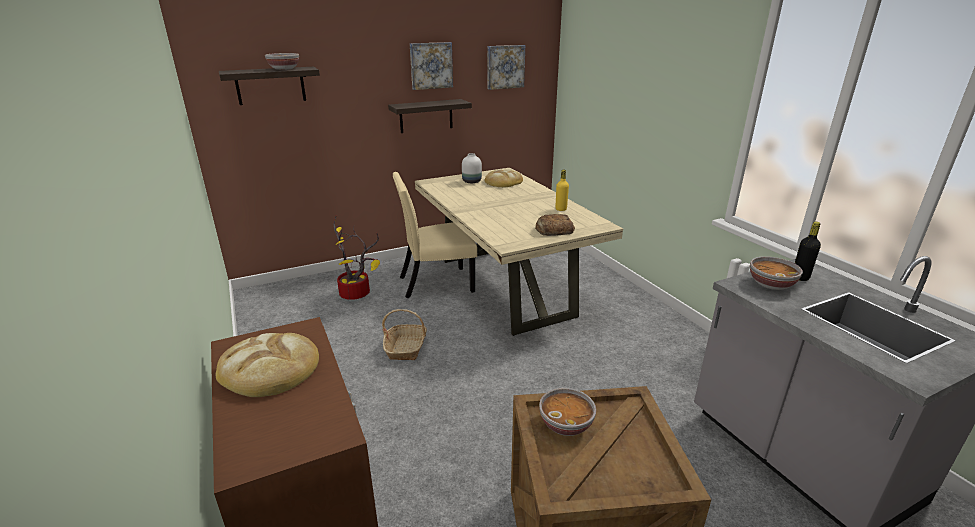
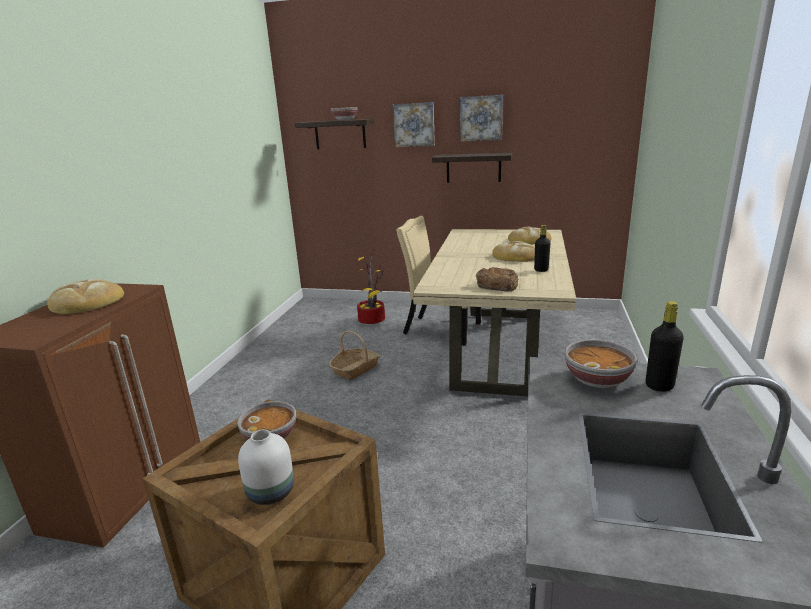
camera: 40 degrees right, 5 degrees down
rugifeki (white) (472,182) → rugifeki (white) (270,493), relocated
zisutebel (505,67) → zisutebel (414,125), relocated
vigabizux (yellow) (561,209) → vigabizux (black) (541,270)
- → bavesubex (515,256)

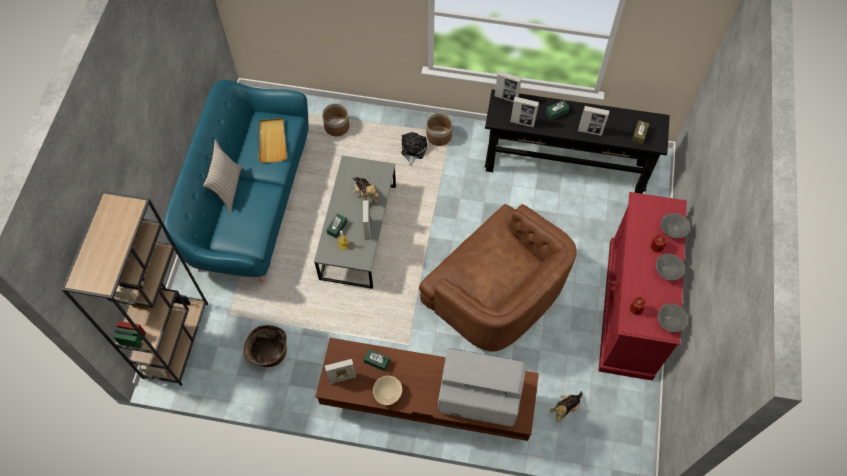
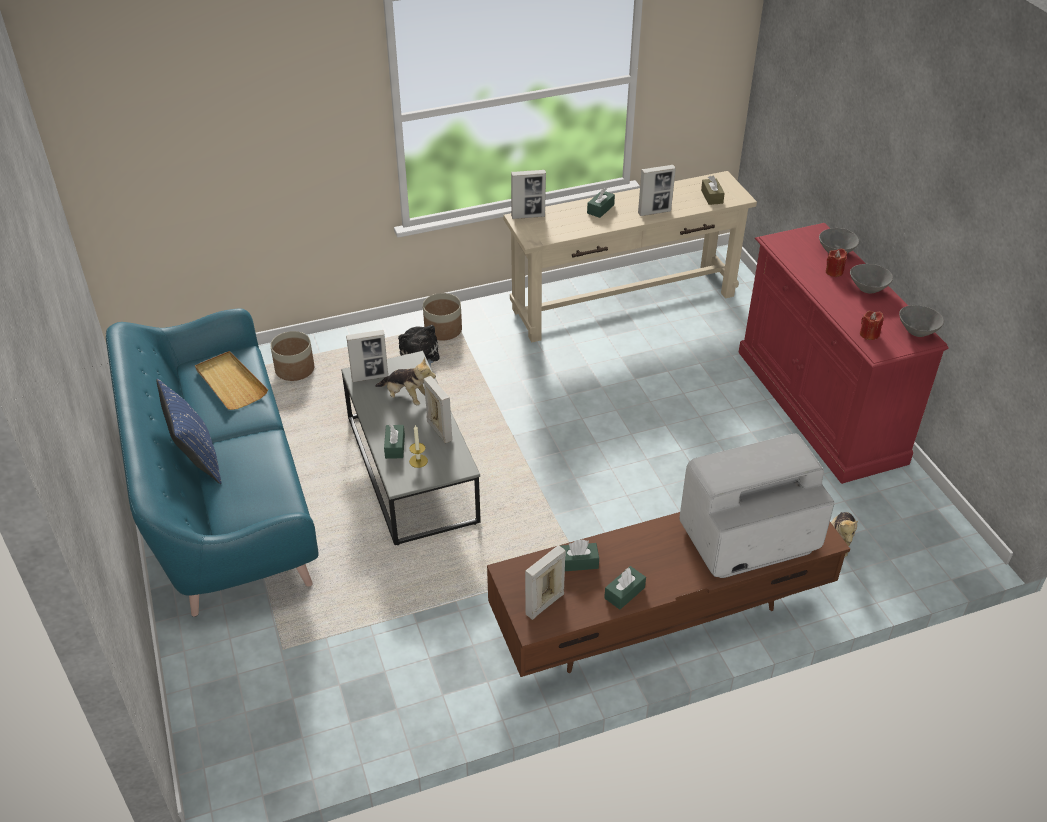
camera: 30 degrees left, 20 degrees down
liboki (175,339) → -
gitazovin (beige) (227,188) → gitazovin (blue) (197,460)
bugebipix (269,355) → -
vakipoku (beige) (387,394) → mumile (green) (624,593)
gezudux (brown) (496,296) → -
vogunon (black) (565,166) → vogunon (beige) (624,302)
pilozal (522,122) → pilozal (370,377), relocated

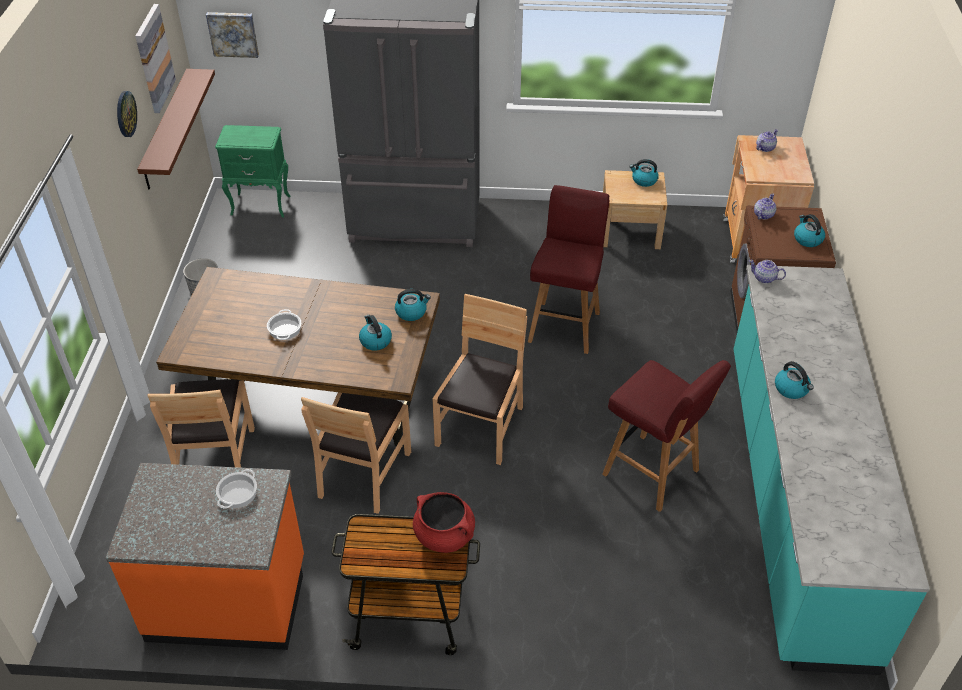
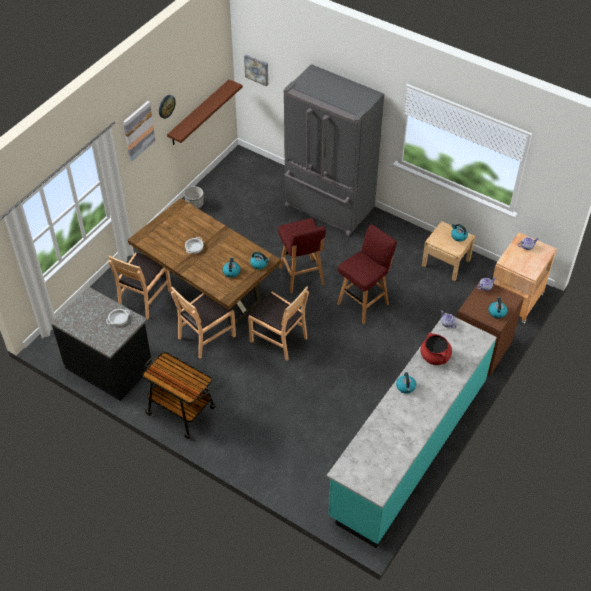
camera: 30 degrees right, 5 degrees up
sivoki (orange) (228,599) → sivoki (black) (110,366)
zisutebel (154,58) → zisutebel (138,130), relocated
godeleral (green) (261,205) → -
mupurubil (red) (445,535) → mupurubil (red) (435,357), relocated
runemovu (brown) (481,427) → runemovu (brown) (278,338), 75 degrees clockwise
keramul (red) (652,474) → keramul (red) (302,276), relocated

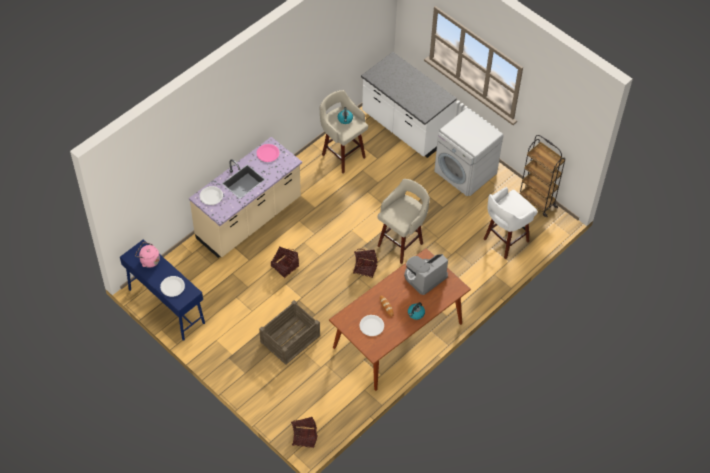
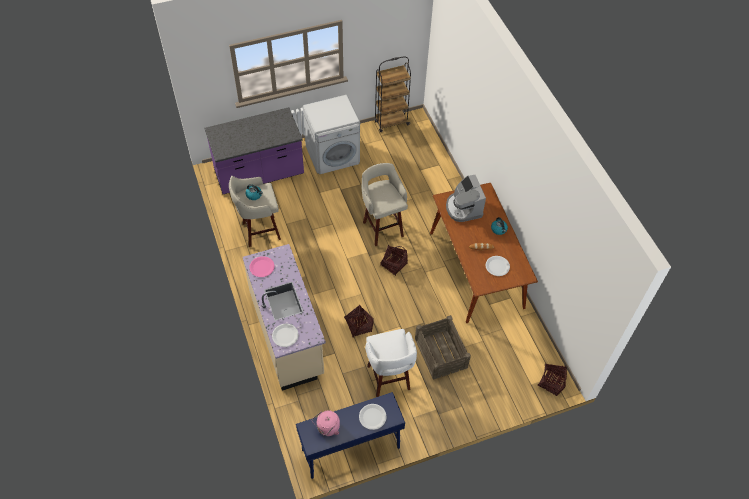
camera: 65 degrees left, 0 degrees up
sivoki (white) (405,127) → sivoki (purple) (259,174)
keramul (white) (504,241) → keramul (white) (389,380), relocated

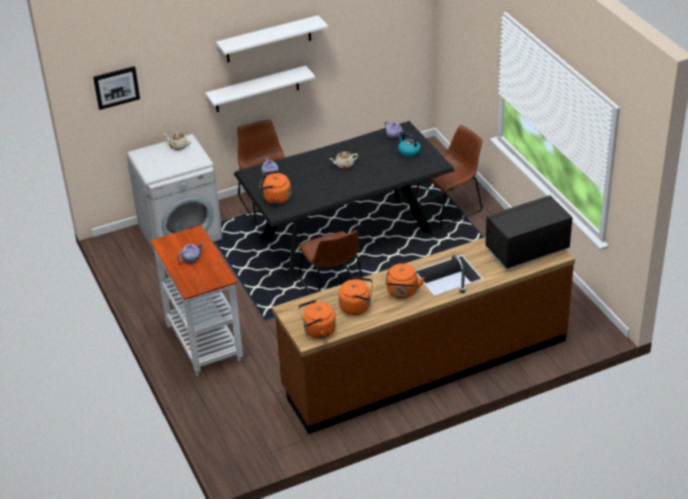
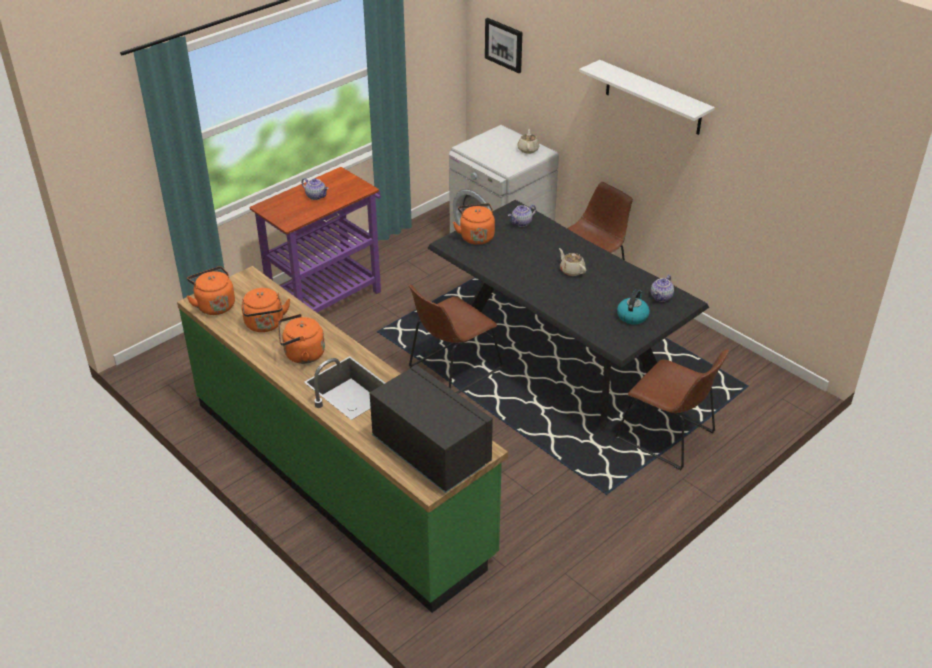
camera: 70 degrees right, 0 degrees up
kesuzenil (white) (203,342) → kesuzenil (purple) (327,299)
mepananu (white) (257,89) → -
sivoki (brown) (425,364) → sivoki (green) (339,477)

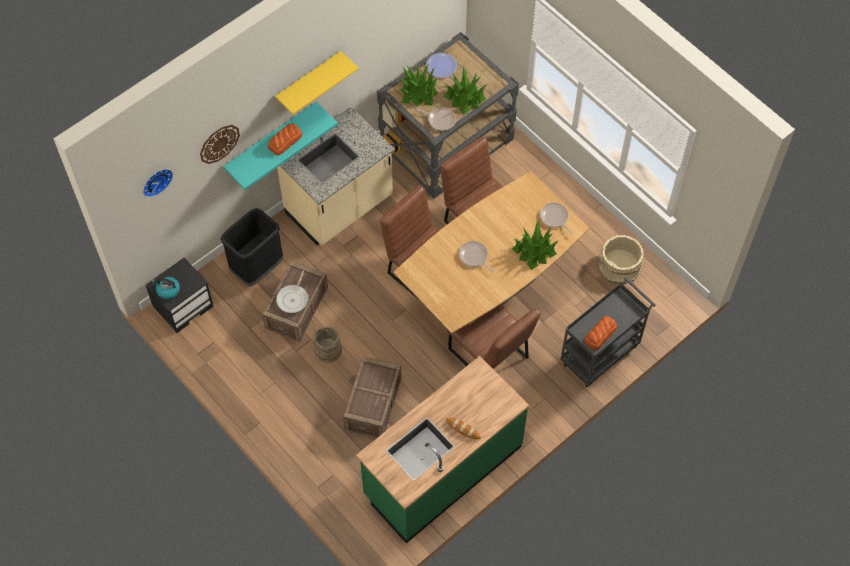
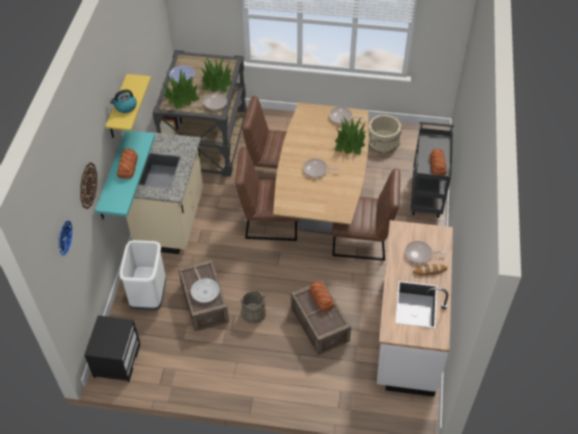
camera: 40 degrees left, 10 degrees down
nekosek (168,290) → nekosek (125,107), relocated
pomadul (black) (257,268) → pomadul (white) (149,297)
sivoki (green) (442,470) → sivoki (white) (407,332)
- → bavesubex (321,298)
- → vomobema (420,254)

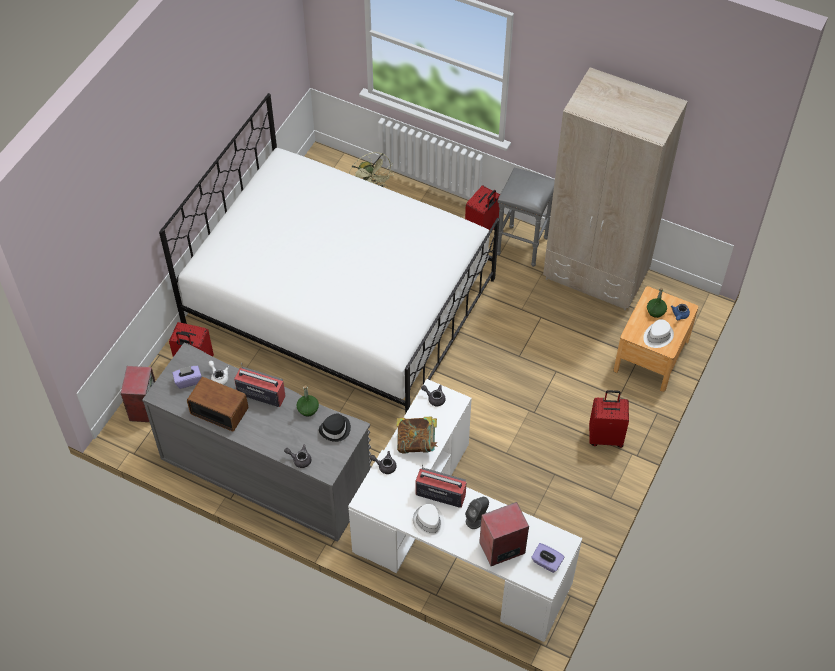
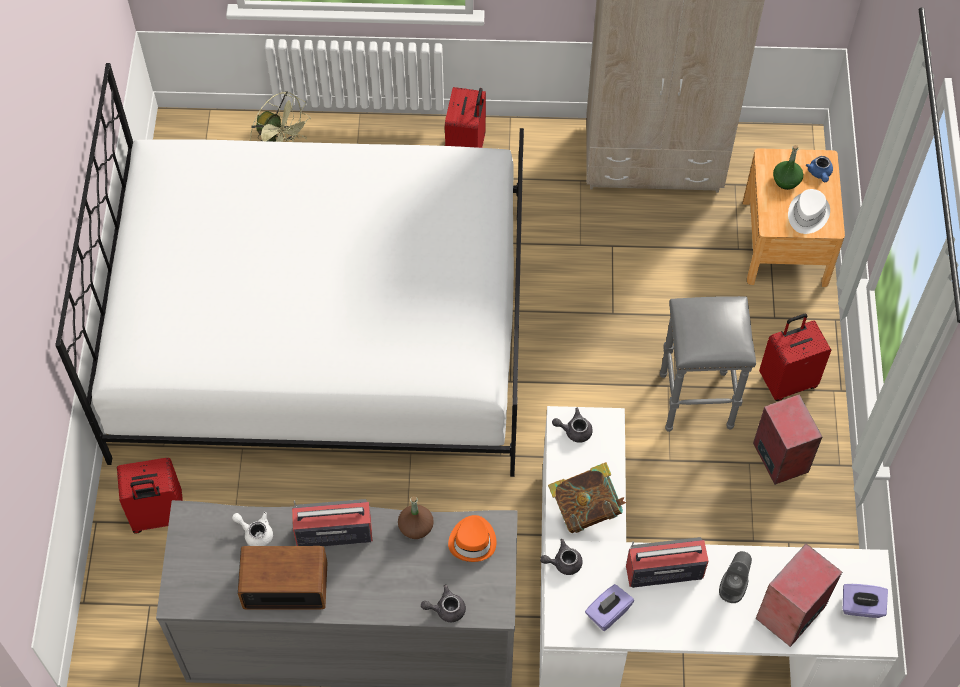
camera: 25 degrees left, 5 degrees up
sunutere (144,407) → sunutere (779,457), relocated
mumile (purple) (188,381) → mumile (purple) (608,612), relocated
vigabizux (green) (308,409) → vigabizux (brown) (415,527)
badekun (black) (335,429) → badekun (orange) (473,541)
badekun (white) (429,522) → -
keramul (grey) (523,245) → keramul (grey) (697,399), relocated

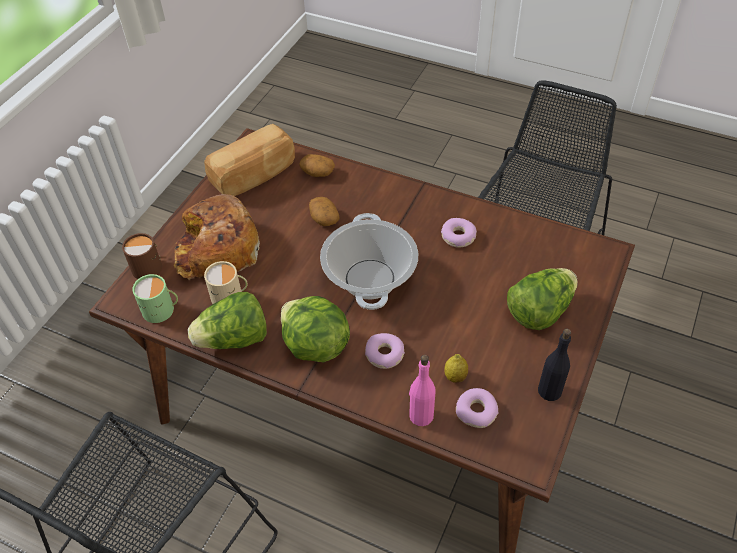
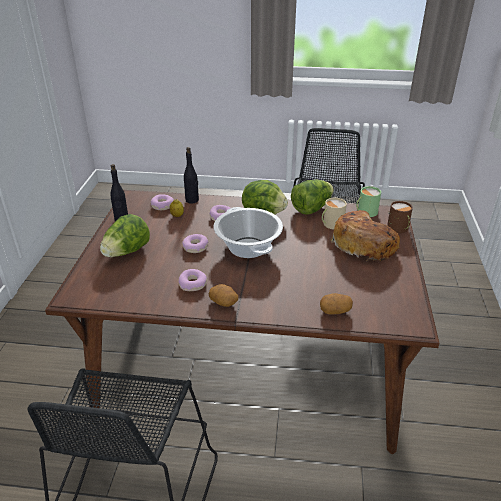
camera: 160 degrees right, 15 degrees down
bavesubex (254,175) → -
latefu (324,218) → latefu (224,302), relocated
vigabizux (pink) (421,415) → vigabizux (black) (192,200)
- → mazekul (195,247)

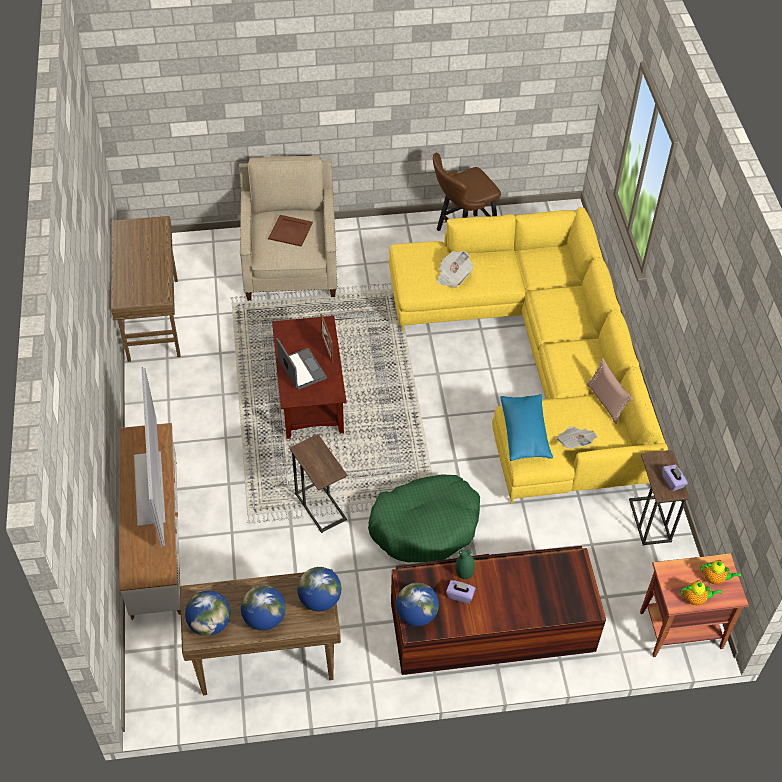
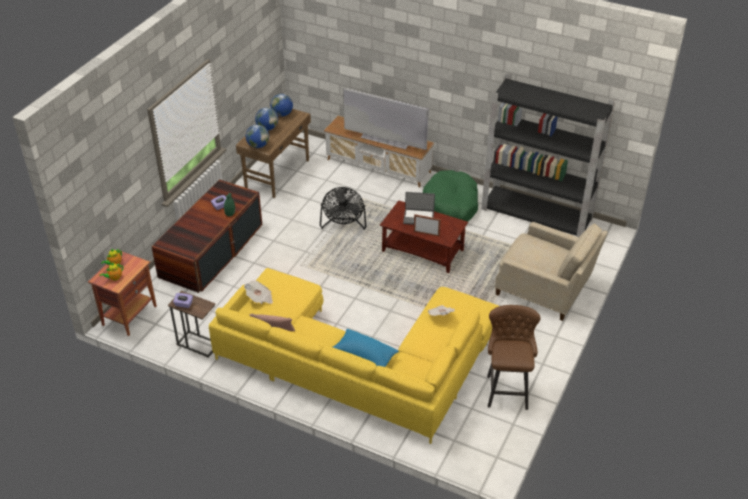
camera: 125 degrees right, 10 degrees down
vogunon (brown) (153,319) → liboki (black) (536,214)
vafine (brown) (290,230) → -
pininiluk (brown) (320,506) → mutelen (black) (342,223)
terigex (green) (425,525) → terigex (green) (450,205), relocated
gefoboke (416,614) → -
gitazovin (blue) (525,434) → gitazovin (blue) (364,356), relocated

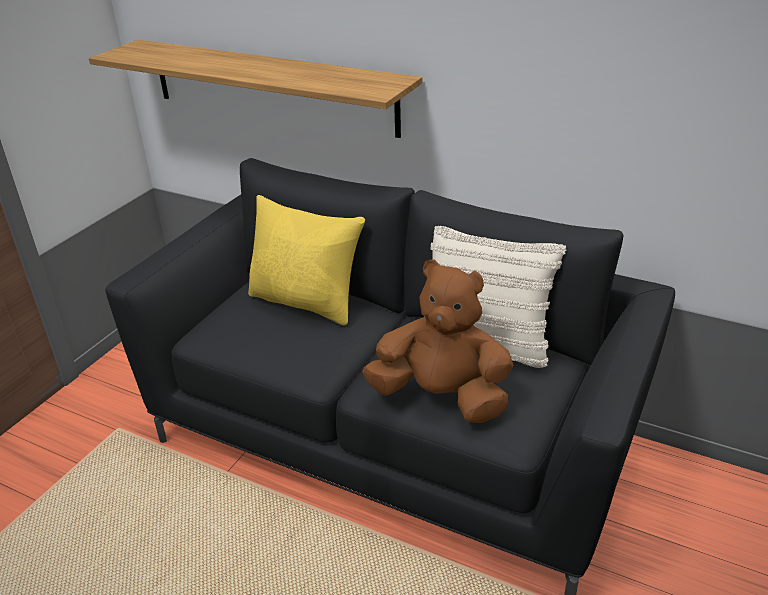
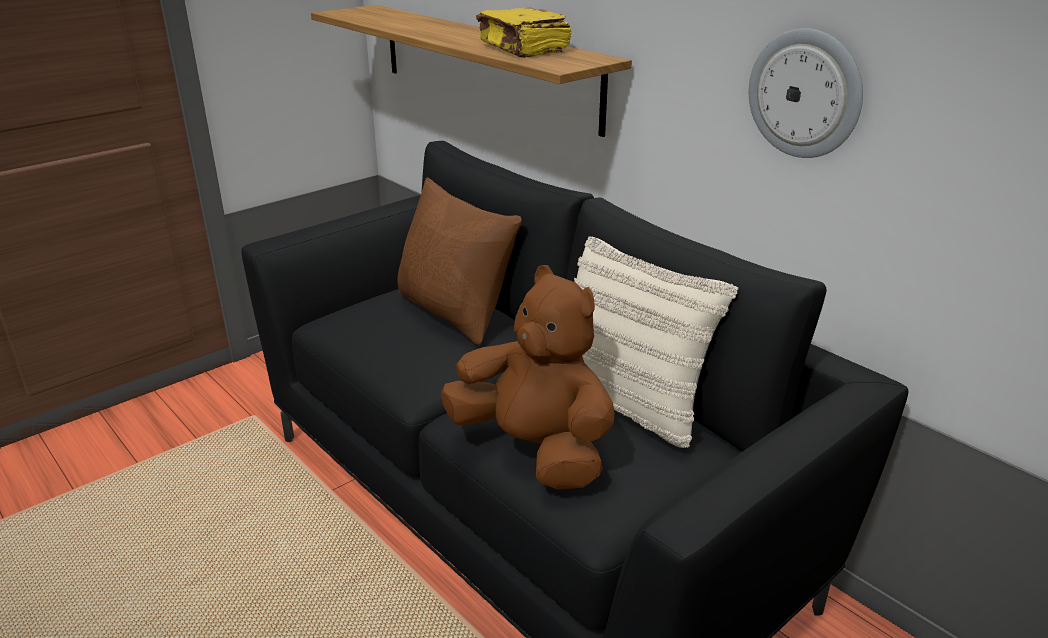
camera: 20 degrees right, 5 degrees down
gitazovin (yellow) (306,302) → gitazovin (brown) (454,312)
- → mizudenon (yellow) (523,48)
- → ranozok (805,94)

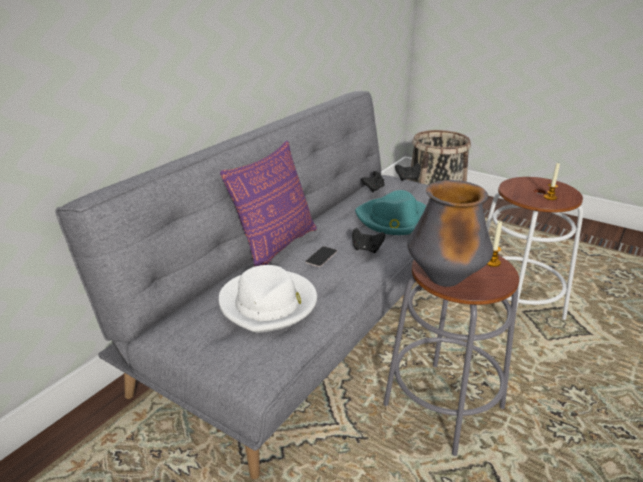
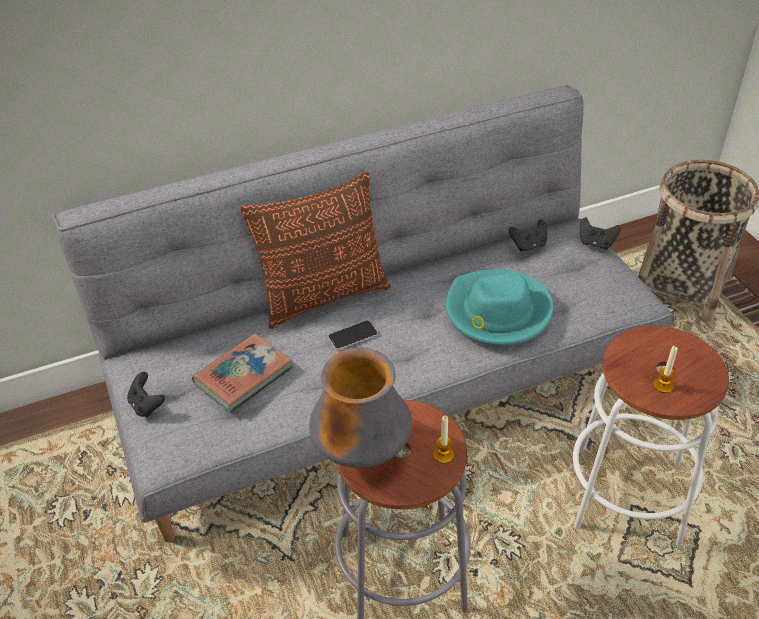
camera: 35 degrees right, 15 degrees up
badekun (white) (269,303) → mizudenon (243,376)
gitazovin (purple) (276,247) → gitazovin (brown) (324,297)
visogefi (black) (366,249) → visogefi (black) (147,405), relocated

